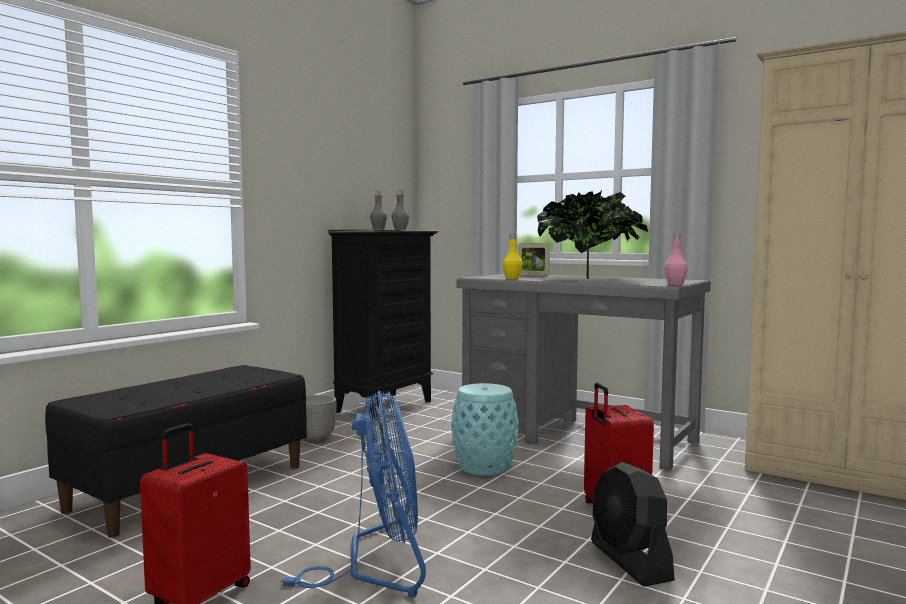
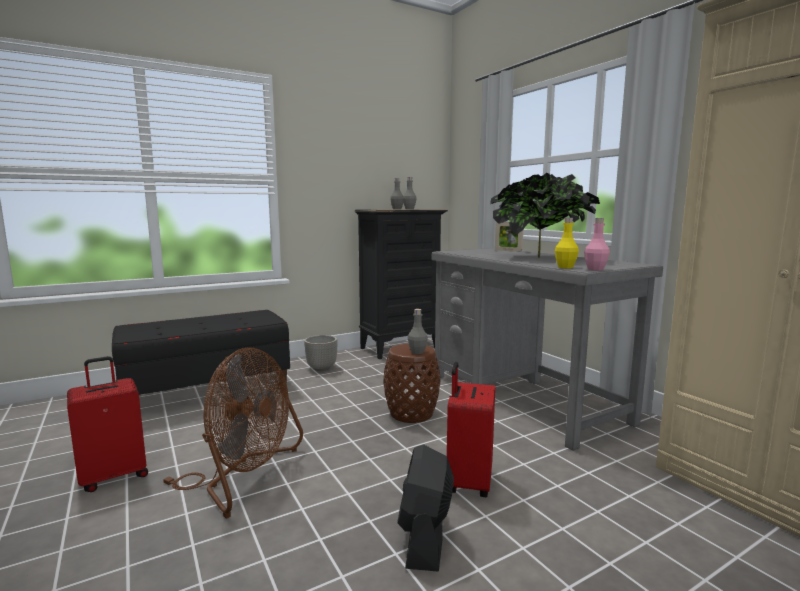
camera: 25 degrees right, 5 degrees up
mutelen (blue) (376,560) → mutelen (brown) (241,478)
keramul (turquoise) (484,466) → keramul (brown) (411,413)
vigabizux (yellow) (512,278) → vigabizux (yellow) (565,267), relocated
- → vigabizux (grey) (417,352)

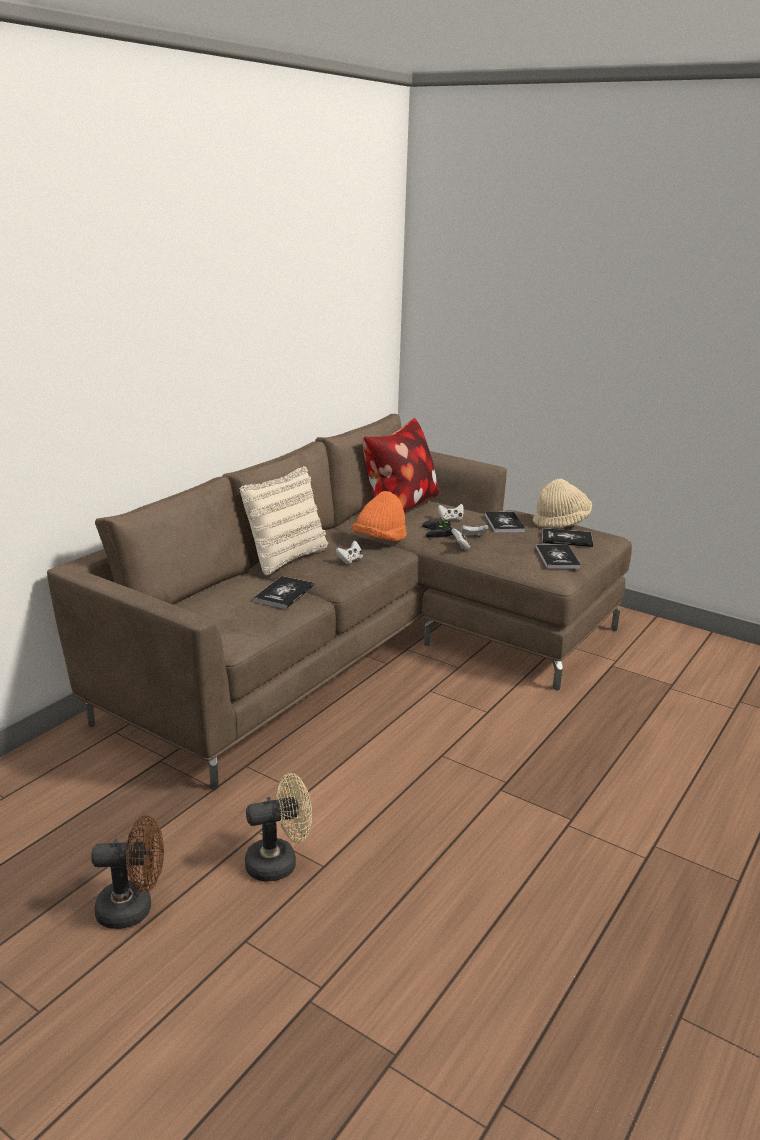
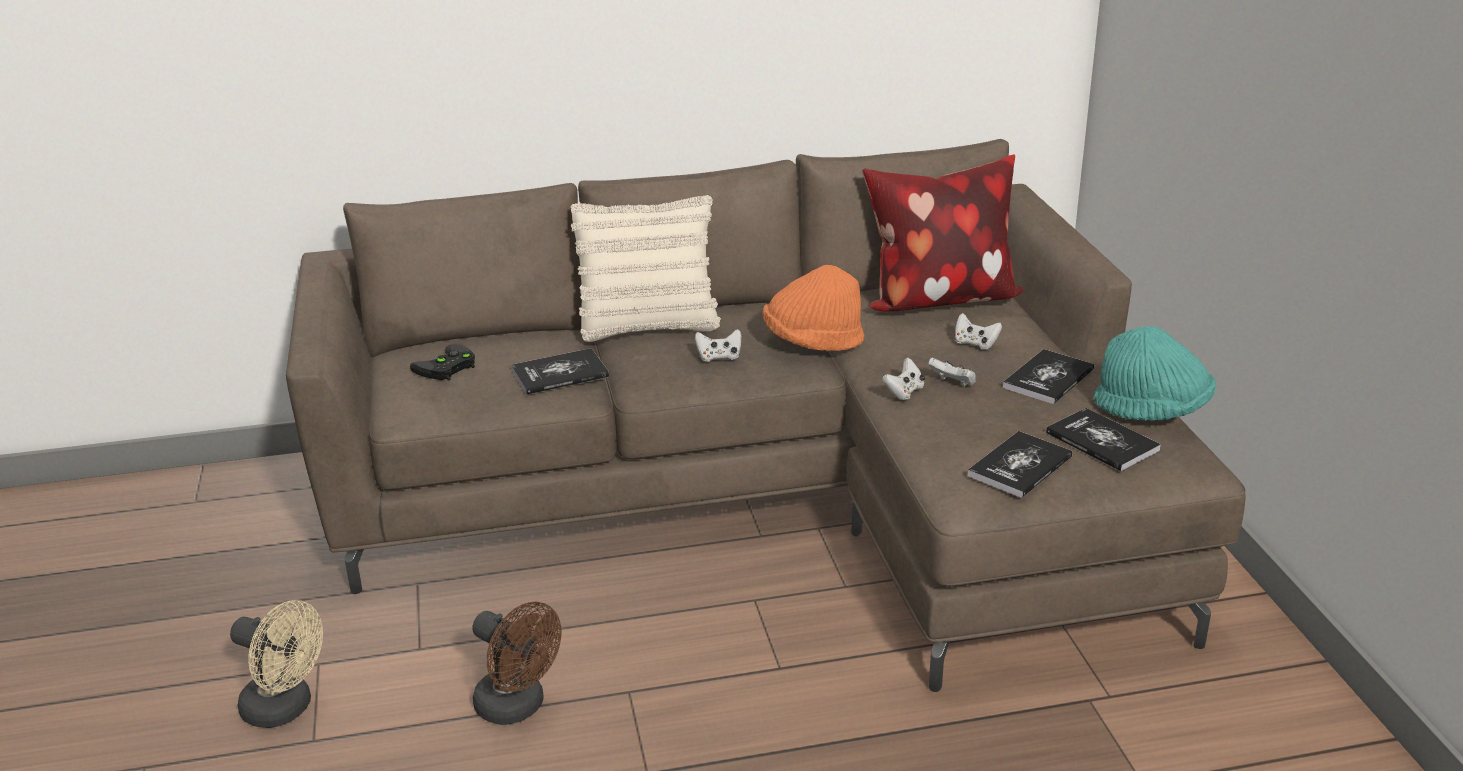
camera: 45 degrees right, 5 degrees up
mutelen (brown) (134,908) → mutelen (brown) (518,707), relocated
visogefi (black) (439,532) → visogefi (black) (445,368), relocated
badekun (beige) (561,523) → badekun (turquoise) (1152,411)

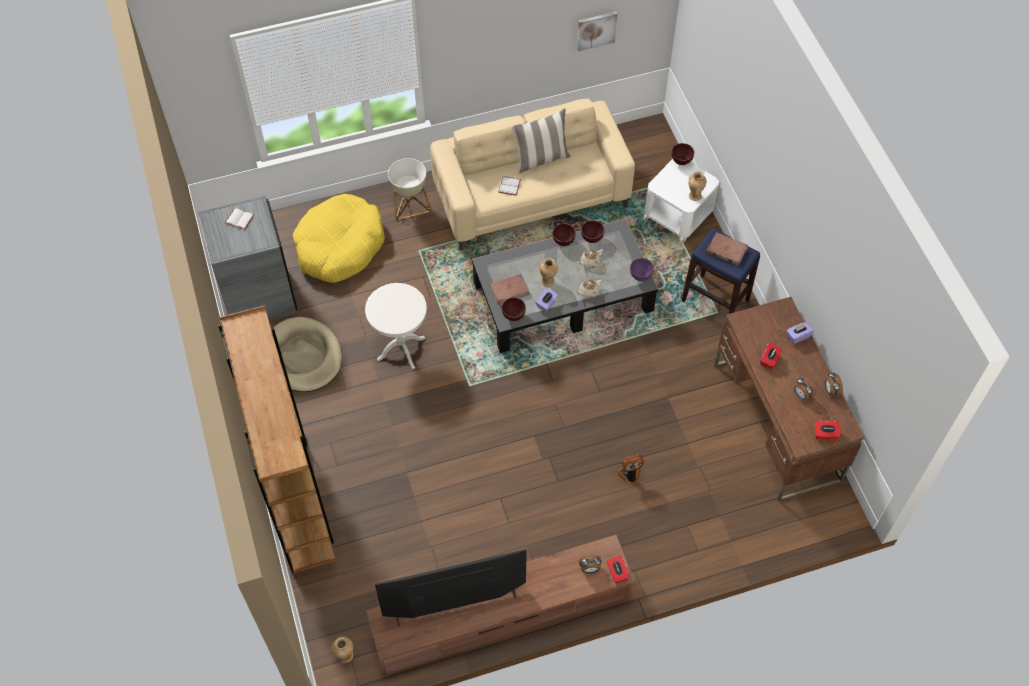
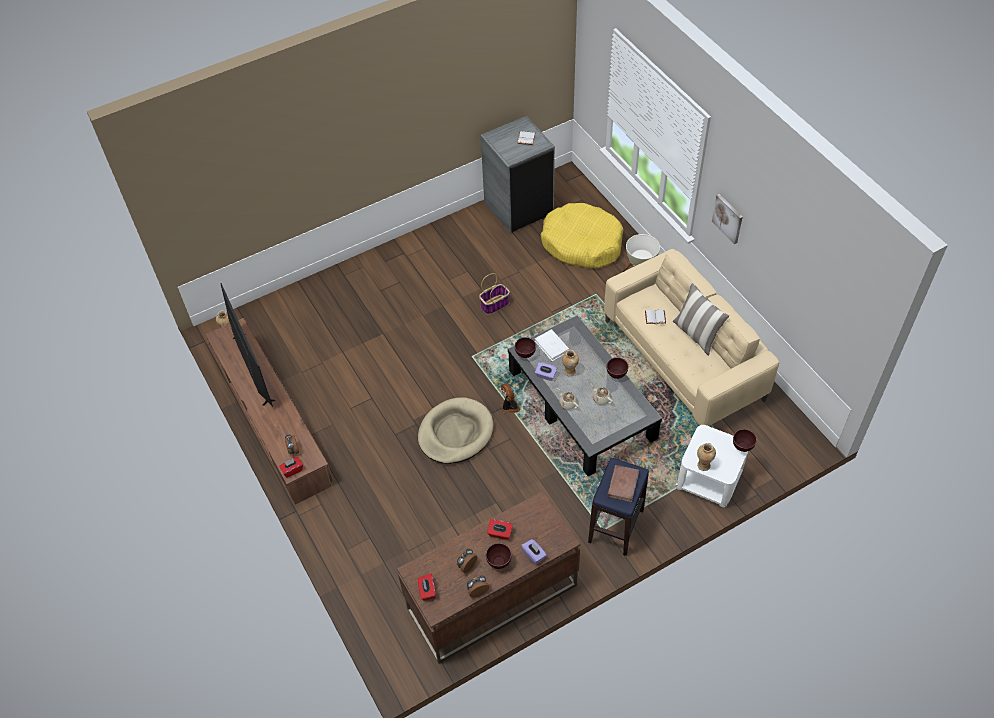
camera: 80 degrees right, 5 degrees down
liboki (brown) (297,498) → -
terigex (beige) (302,357) → terigex (beige) (455,433), relocated
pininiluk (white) (401,348) → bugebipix (495,304)
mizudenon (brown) (509,290) → mizudenon (white) (552,346)
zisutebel (596,30) → zisutebel (728,218), relocated
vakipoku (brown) (592,240) → vakipoku (brown) (498,563), relocated
mutelen (630,475) → mutelen (509,406), relocated
vakipoku (purple) (640,277) → -

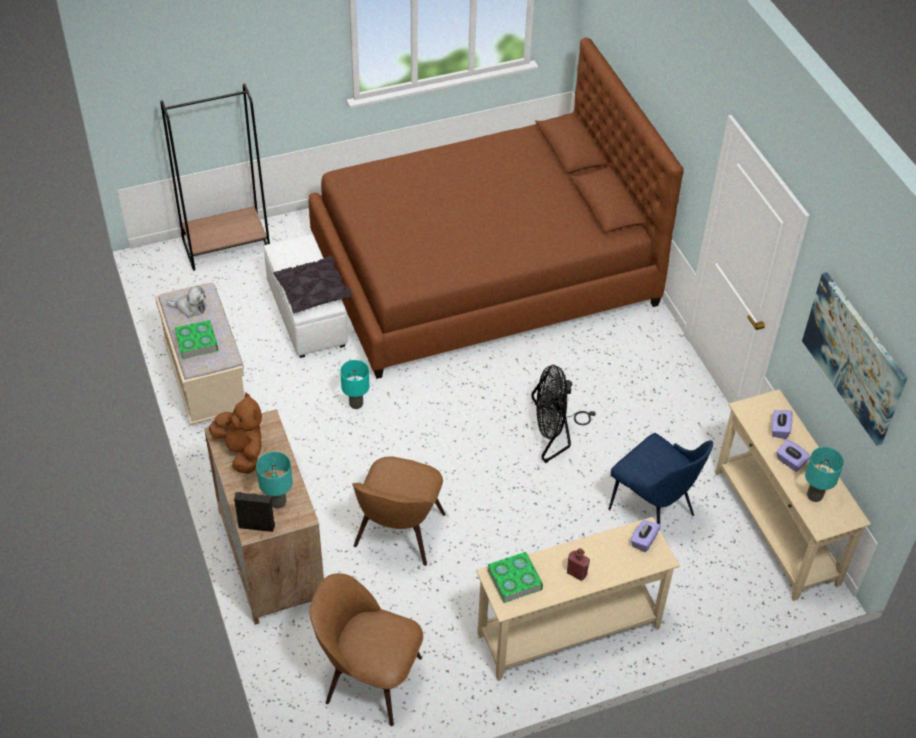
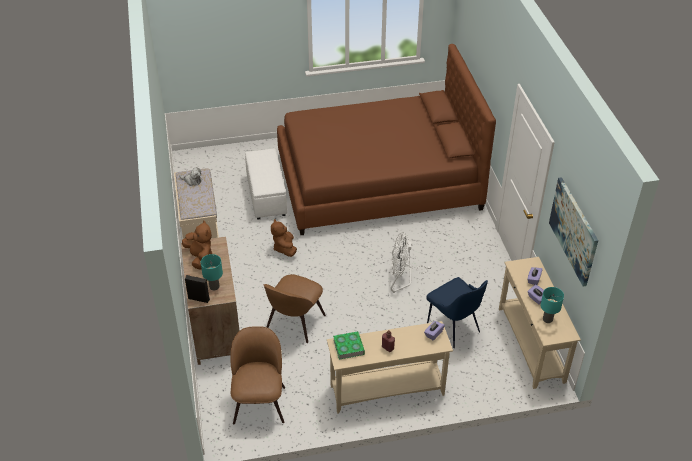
camera: 10 degrees right, 5 degrees down
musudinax (226,248) → -
mizudenon (197,342) → -
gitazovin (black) (313,292) → -
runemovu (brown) (369,678) → runemovu (brown) (259,402), 60 degrees clockwise
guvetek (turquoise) (355,404) → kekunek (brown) (284,248)
mutelen (black) (555,429) → mutelen (white) (403,274)

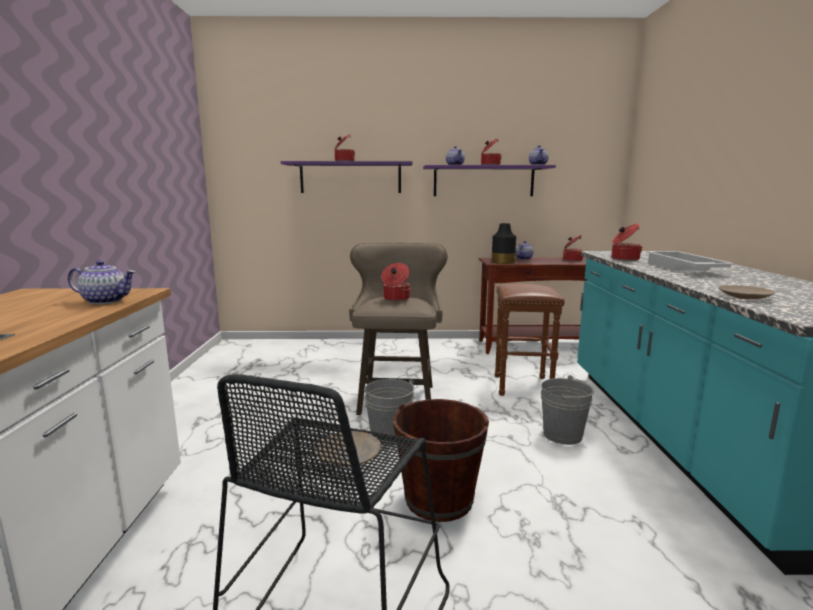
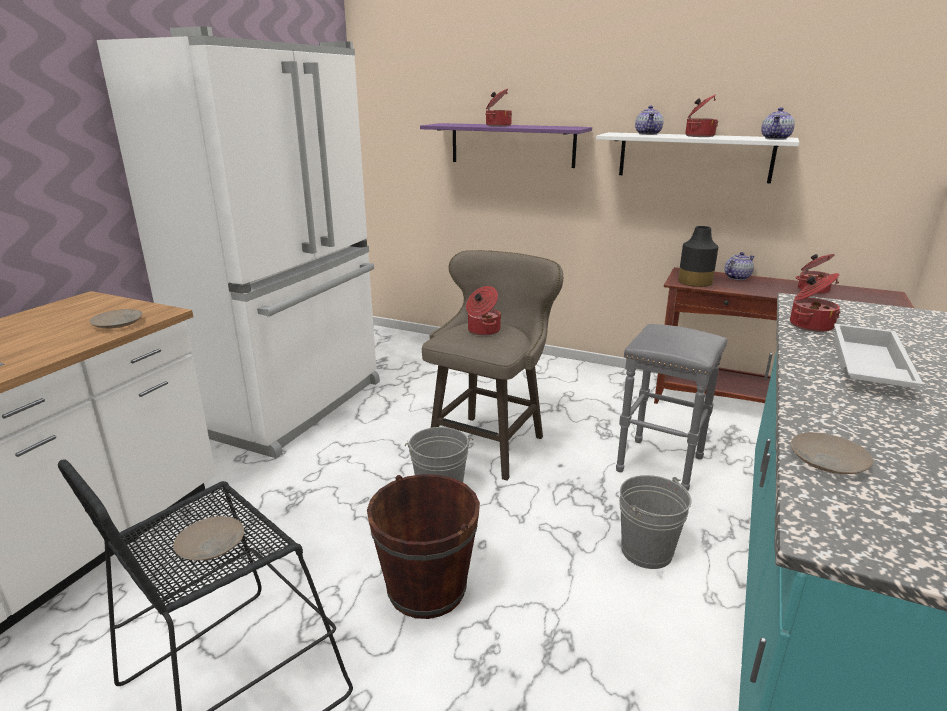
camera: 25 degrees right, 10 degrees up
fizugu (106,301) → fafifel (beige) (119,324)
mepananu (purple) (483,181) → mepananu (white) (694,157)
keramul (brown) (523,385) → keramul (grey) (662,463)
- → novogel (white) (293,406)

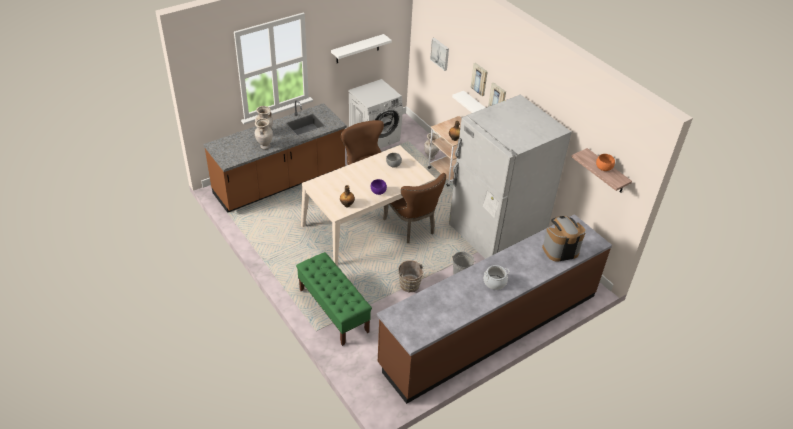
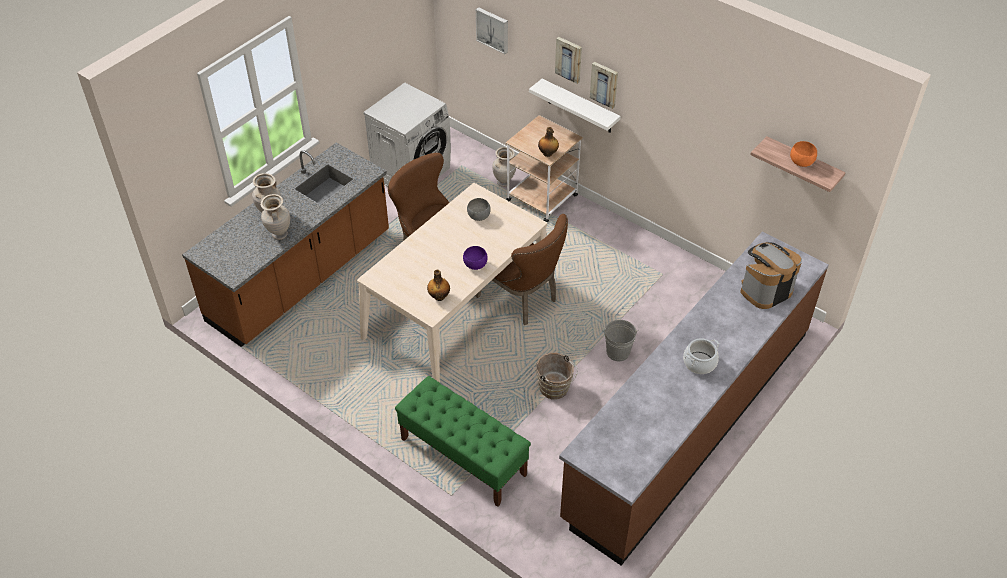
camera: 15 degrees left, 5 degrees up
mepananu (white) (357,49) → -
novogel (white) (496,231) → -

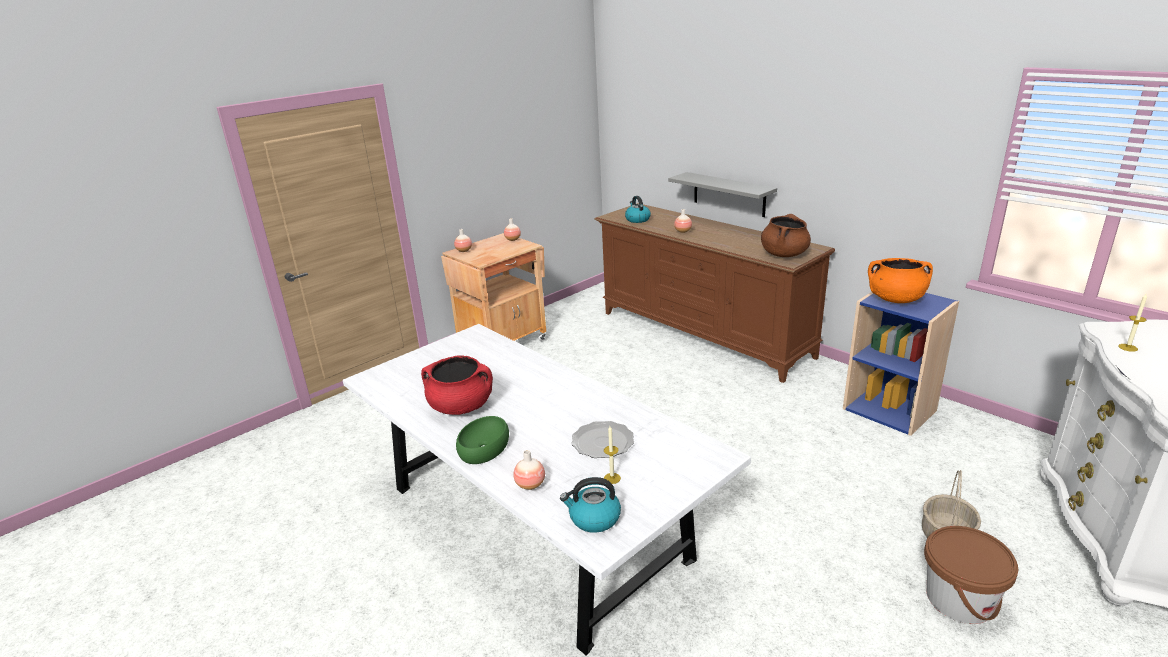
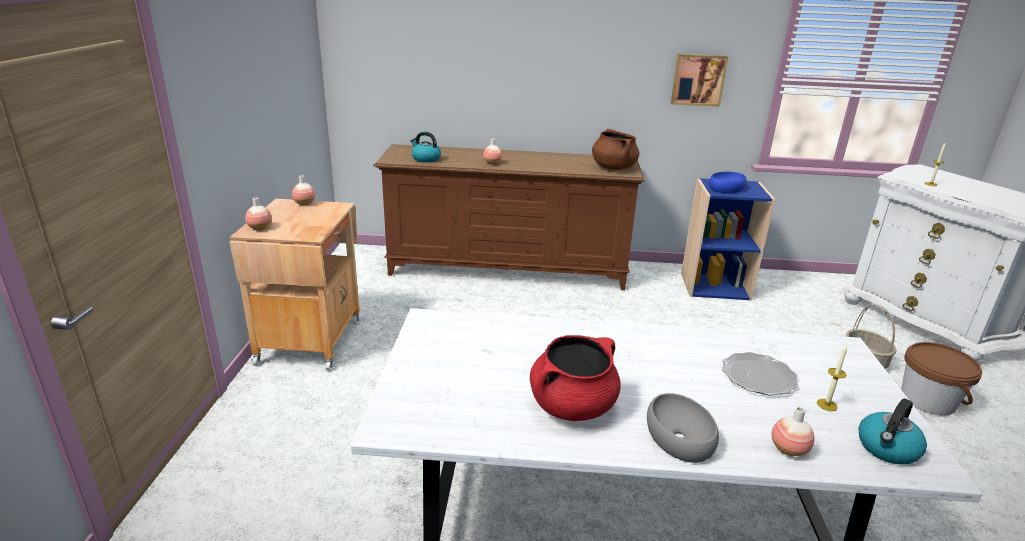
camera: 45 degrees left, 0 degrees up
vakipoku (green) (483,447) → vakipoku (grey) (678,436)
mepananu (grey) (729,194) → -
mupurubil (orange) (895,299) → vakipoku (blue) (726,188)
- → zisutebel (698,79)

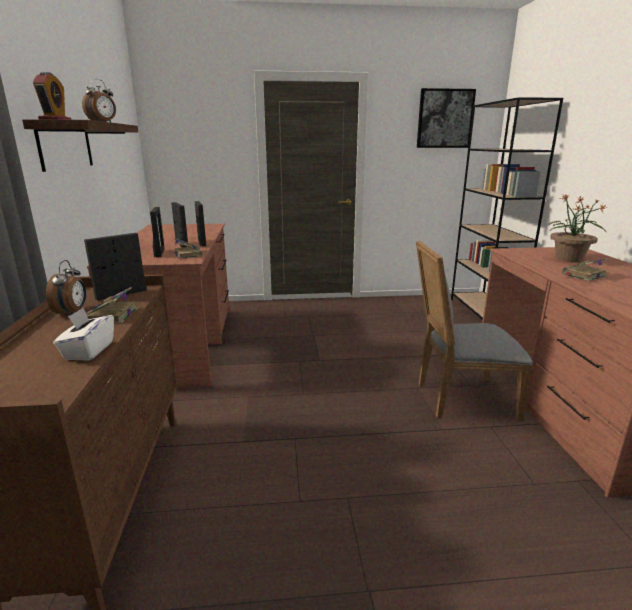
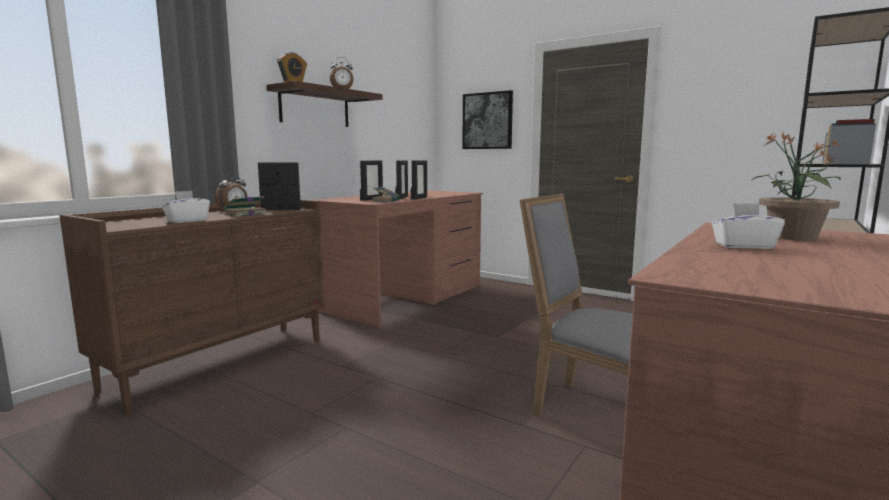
camera: 40 degrees right, 10 degrees down
zisutebel (445,119) → zisutebel (487,121), relocated
mizudenon (583,275) → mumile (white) (743,246)

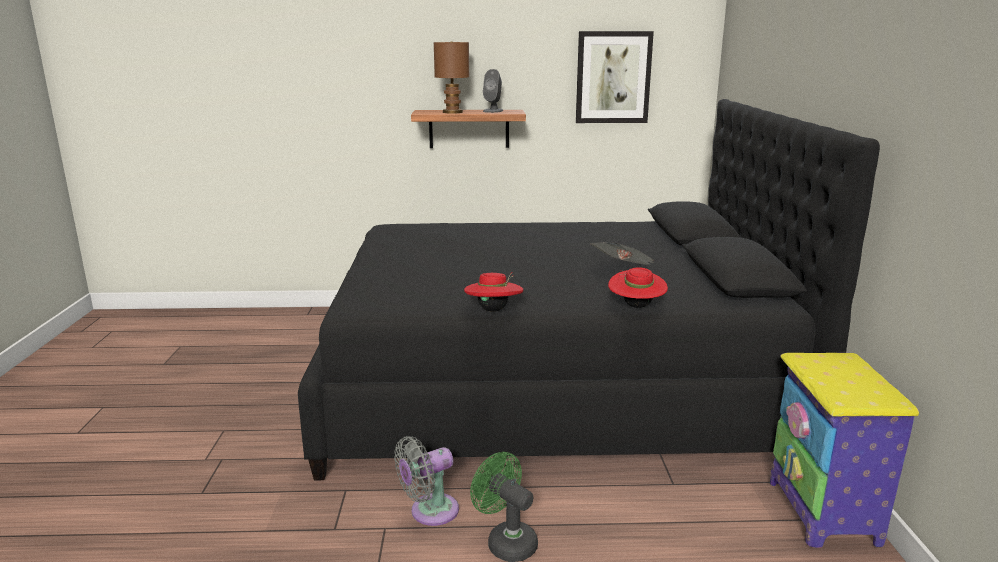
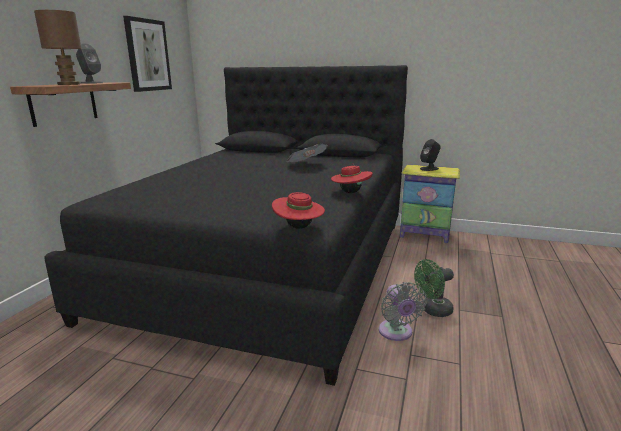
camera: 70 degrees left, 0 degrees up
badekun (red) (636,306) → badekun (red) (298,227), relocated
- → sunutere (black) (429,168)

